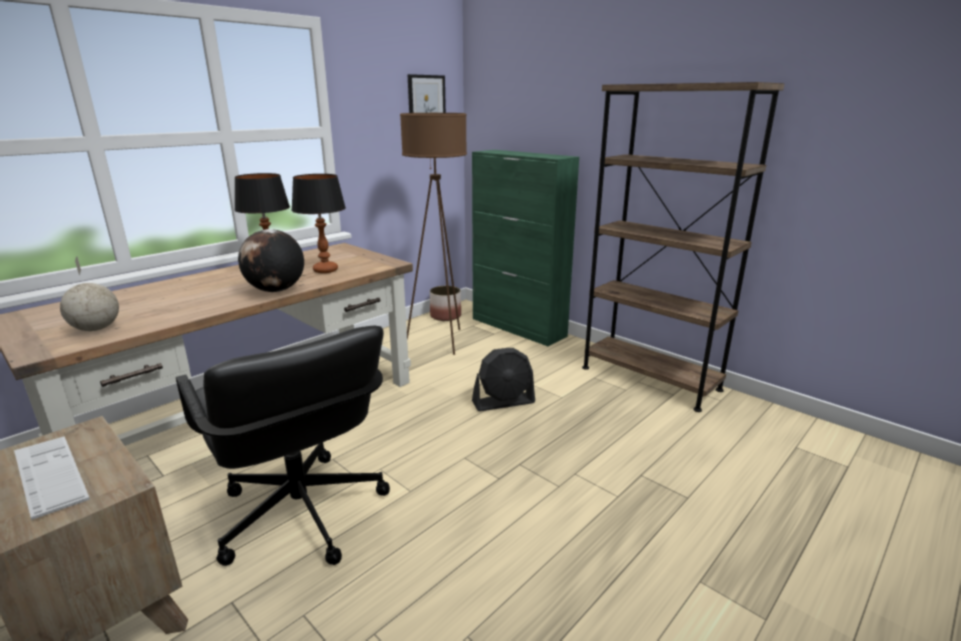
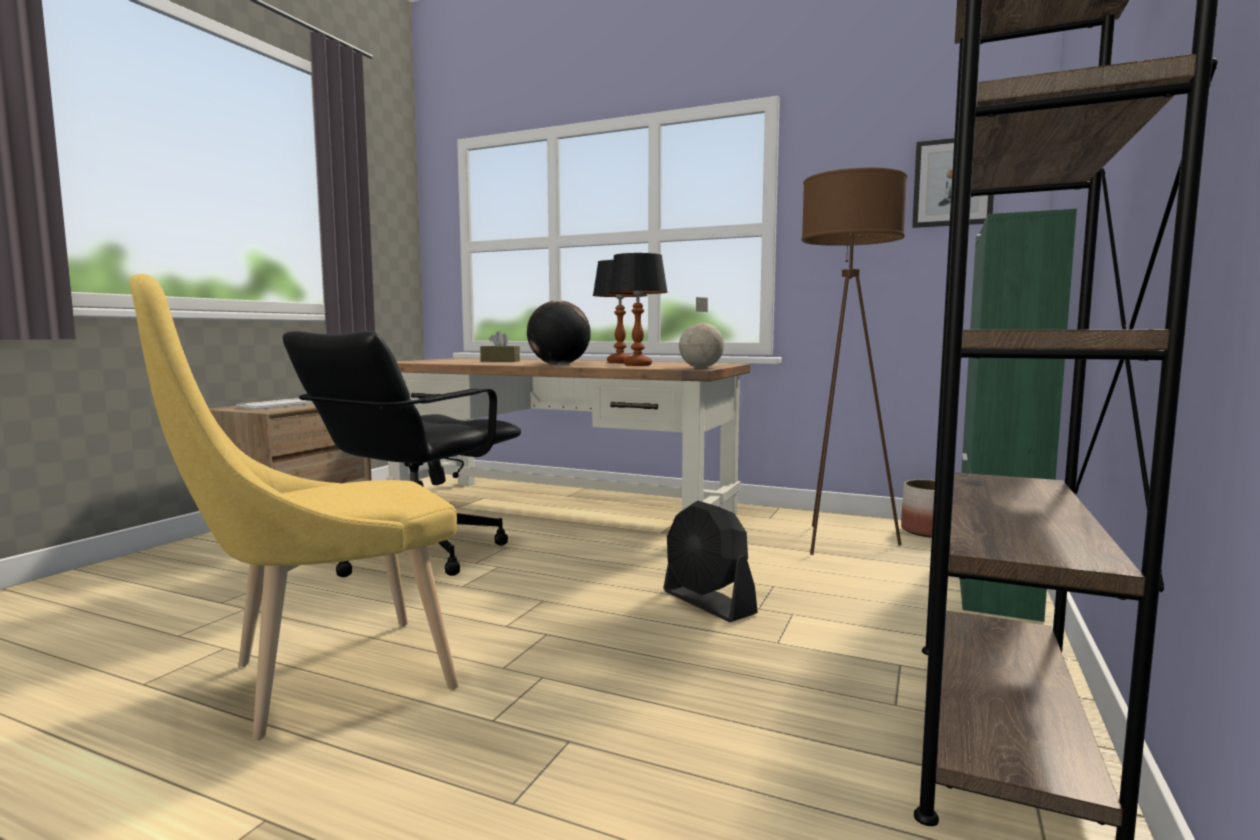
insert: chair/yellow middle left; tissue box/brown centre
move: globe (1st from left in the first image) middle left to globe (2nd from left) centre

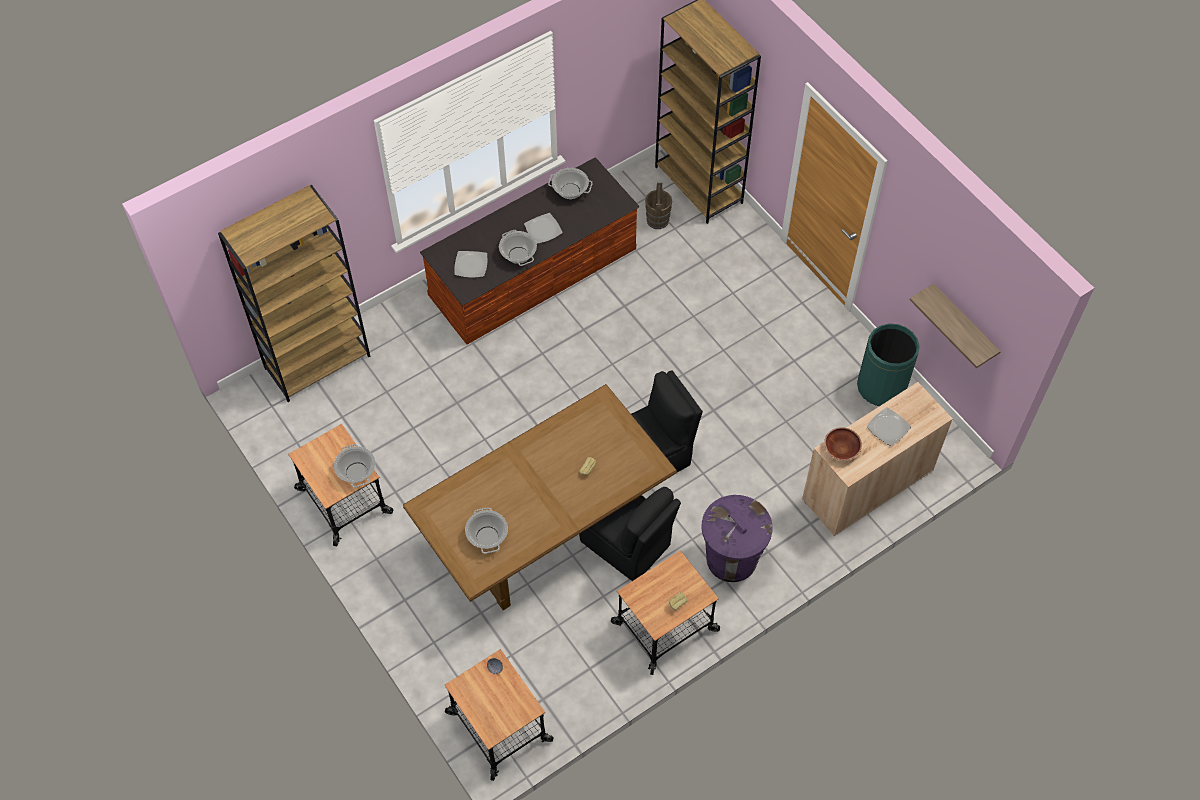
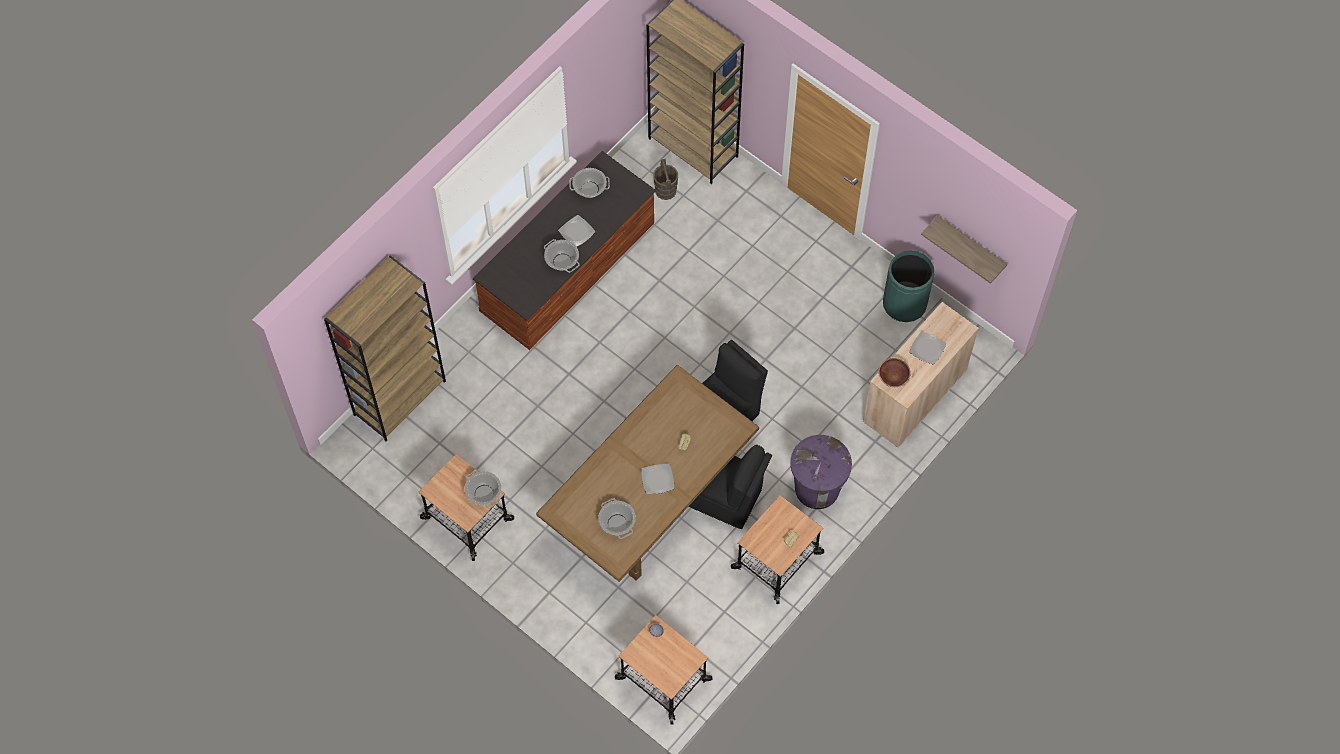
move: plate (1st from left in the first image) top centre to plate (2nd from left) centre

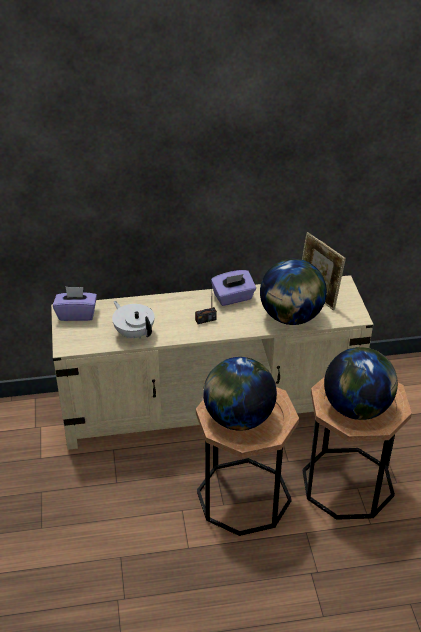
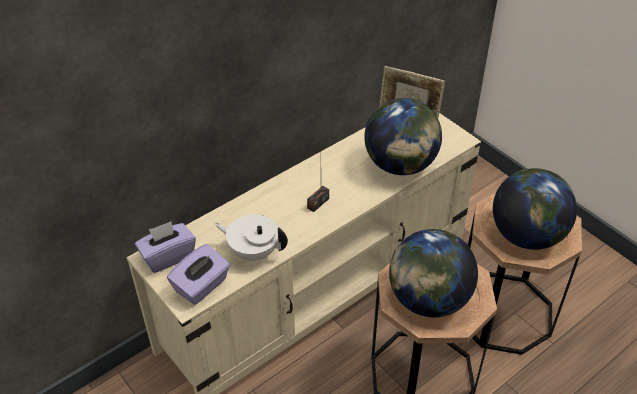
move: tissue box/purple (2nd from left) centre to bottom left

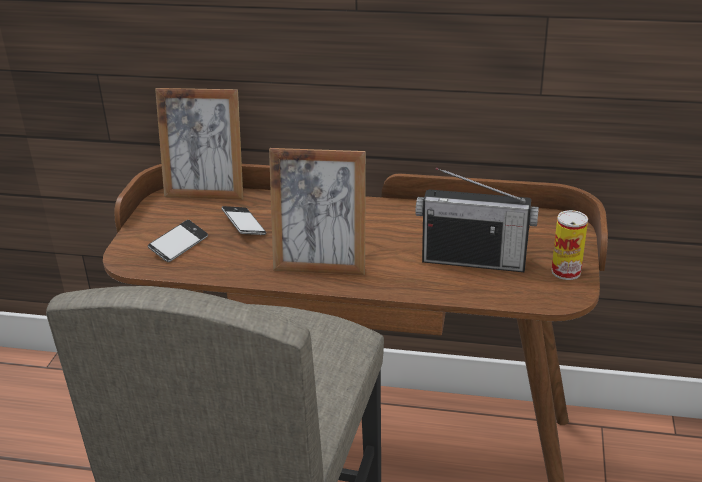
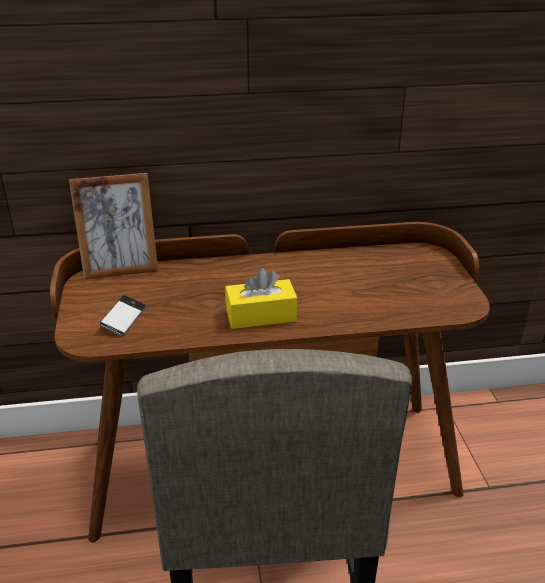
delete: phone (2nd from left) centre; radio middle right; can middle right
replace: picture frame (2nd from left) centre to tissue box/yellow centre

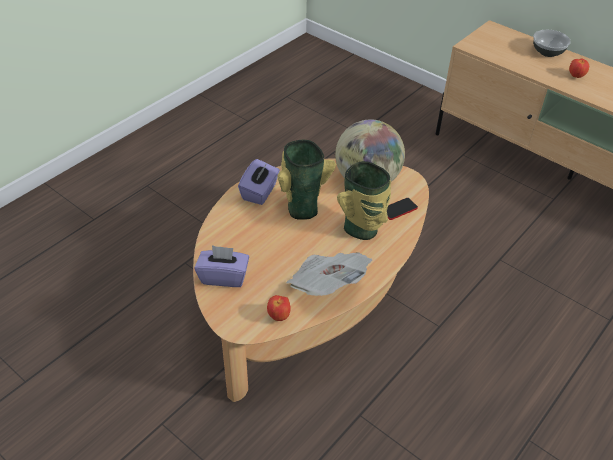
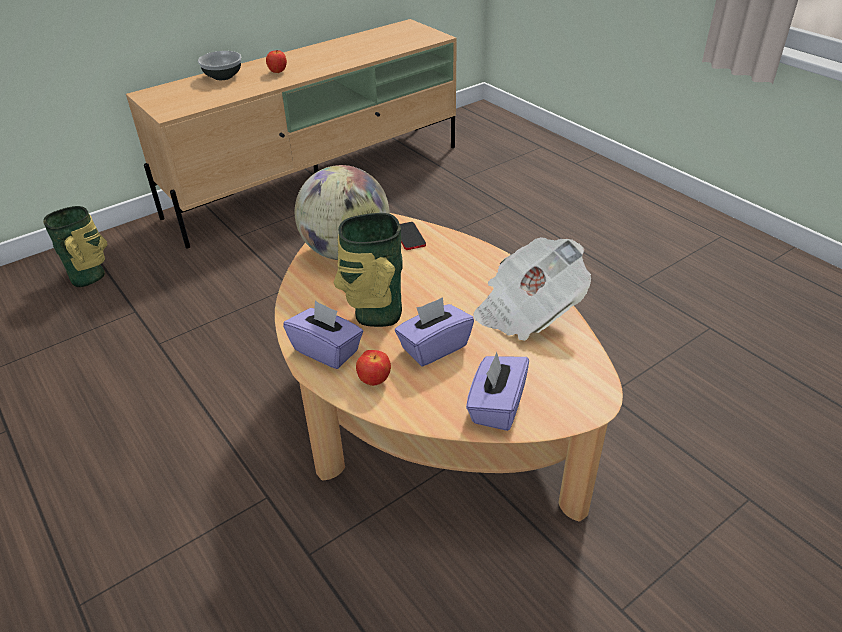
insert: tissue box/purple (2nd from left) centre
move: apple (1st from left in the first image) bottom centre to apple (2nd from left) centre; vase (2nd from left in the first image) centre to vase (1st from left) middle left

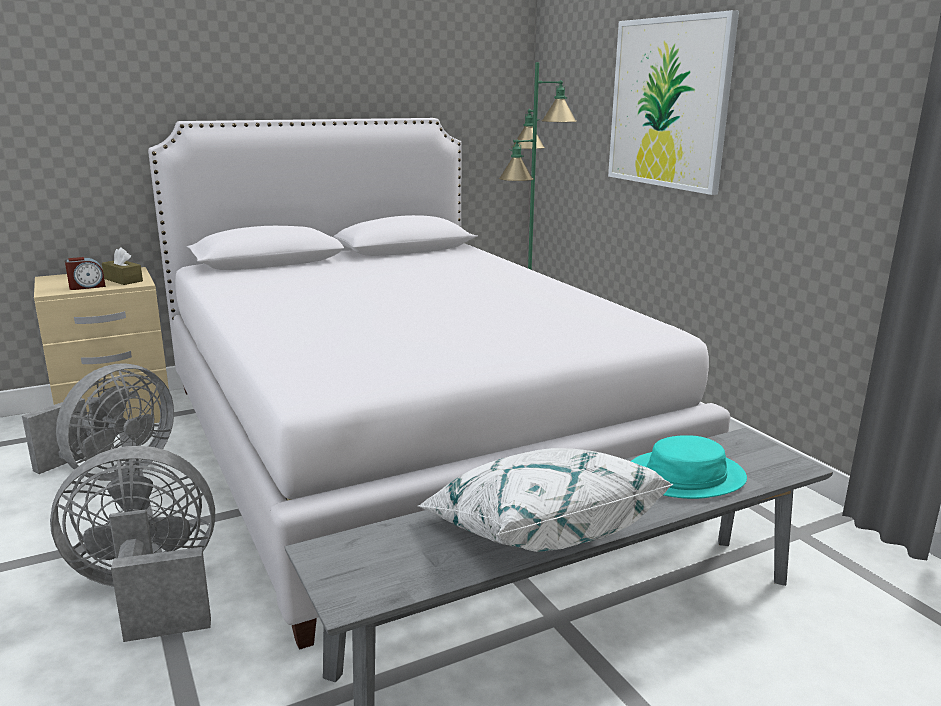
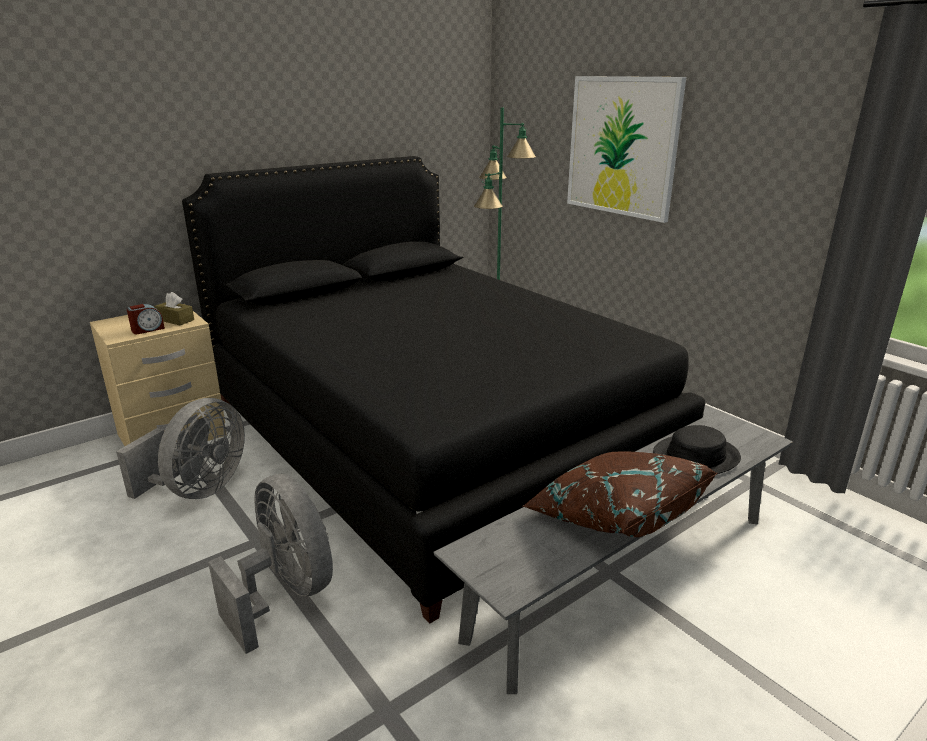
recolor: bed/white centre to bed/black centre; pillow/white bottom centre to pillow/brown bottom right; hat/turquoise middle right to hat/black middle right
rotate: fan/grey (2nd from left) bottom left = bottom left 75 degrees clockwise

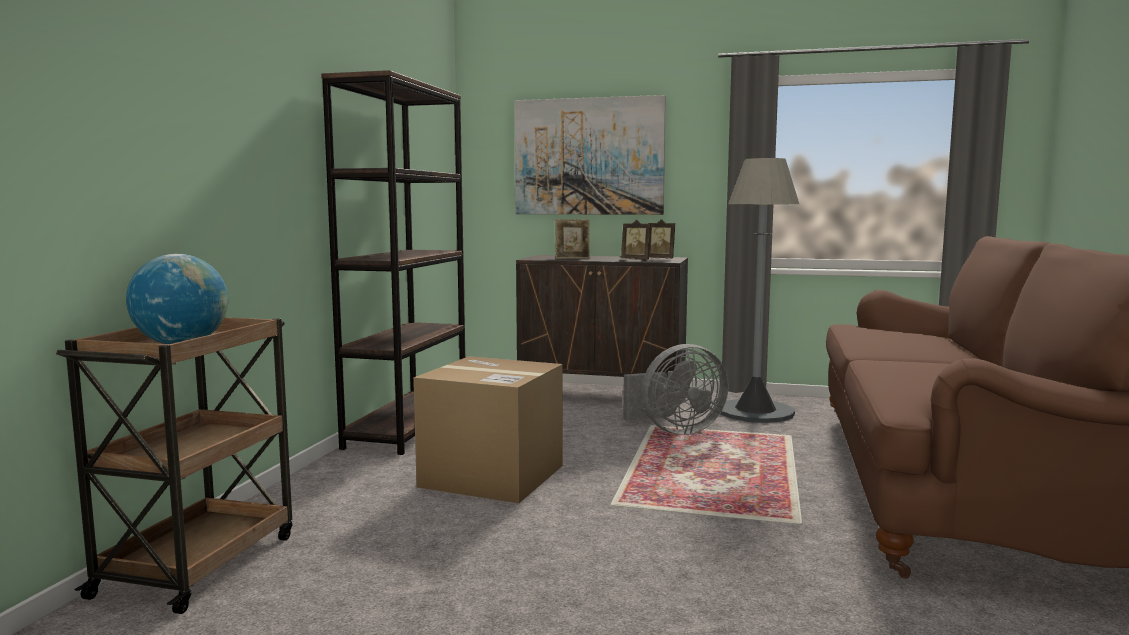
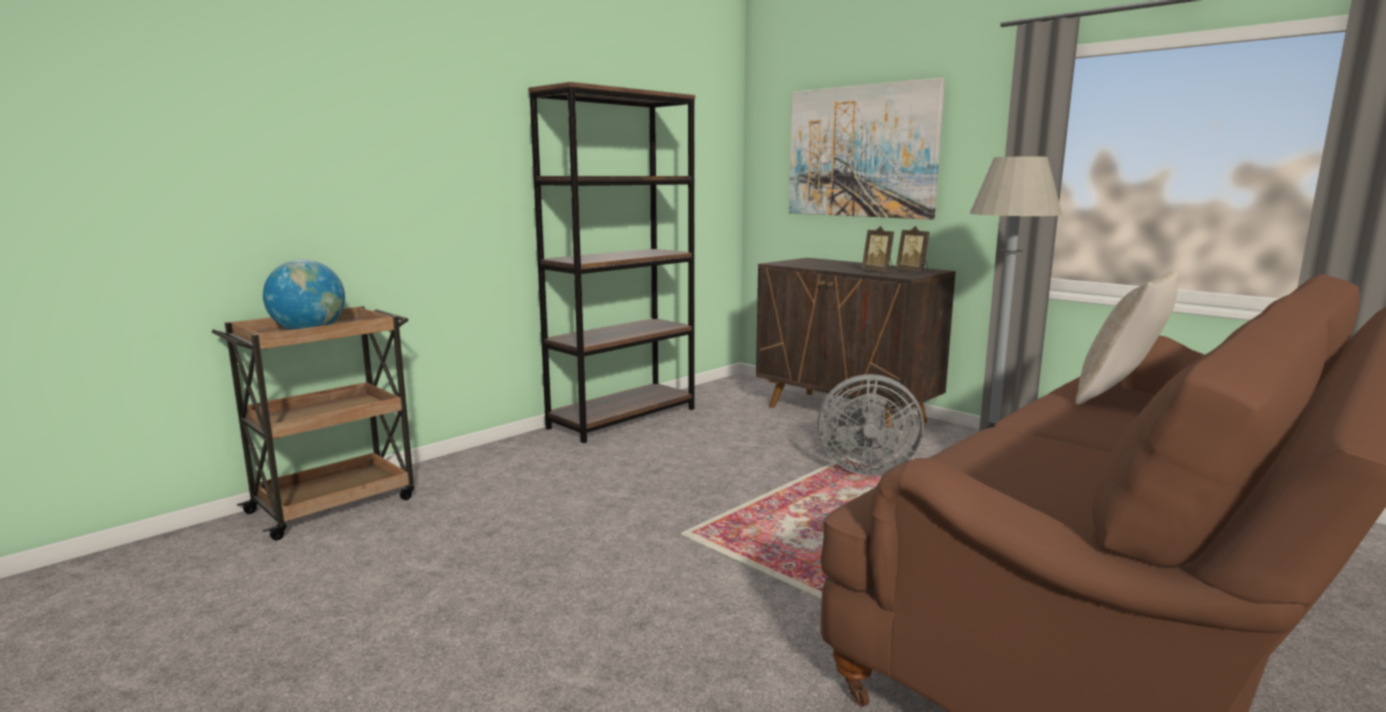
delete: cardboard box bottom centre; picture frame (1st from left) centre
insert: pillow/beige middle right

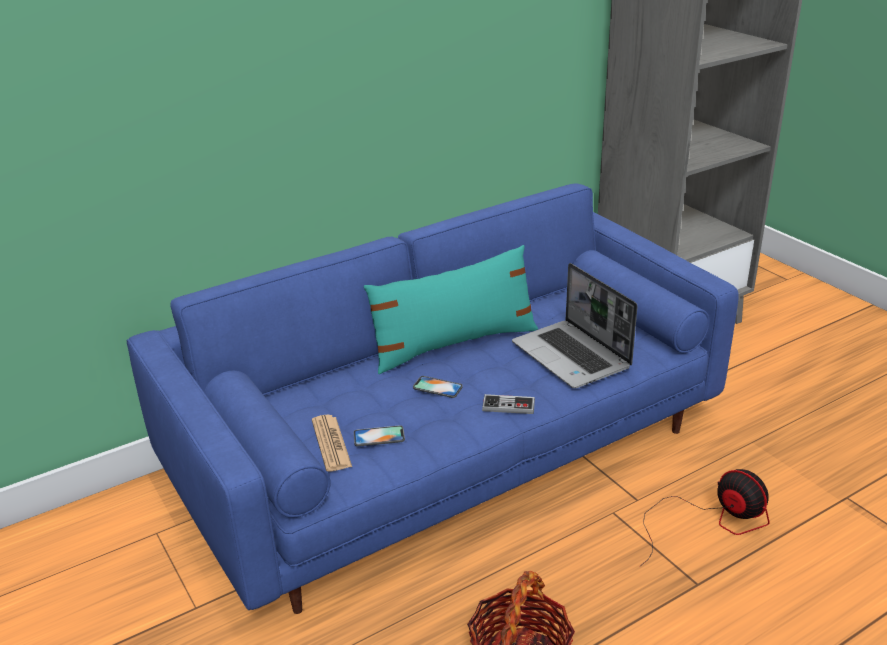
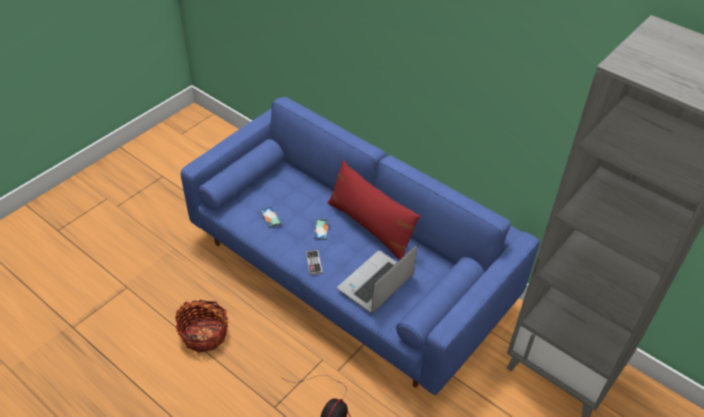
delete: newspaper bottom centre
recolor: pillow/turquoise centre to pillow/red centre

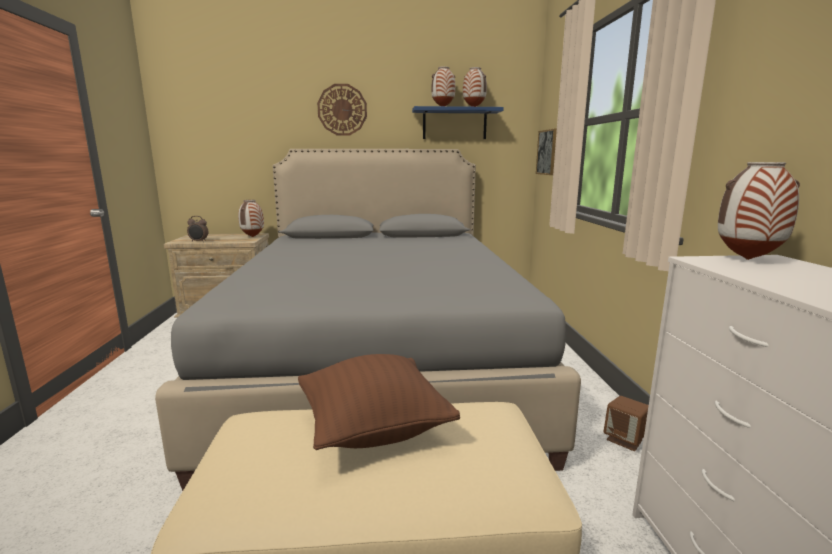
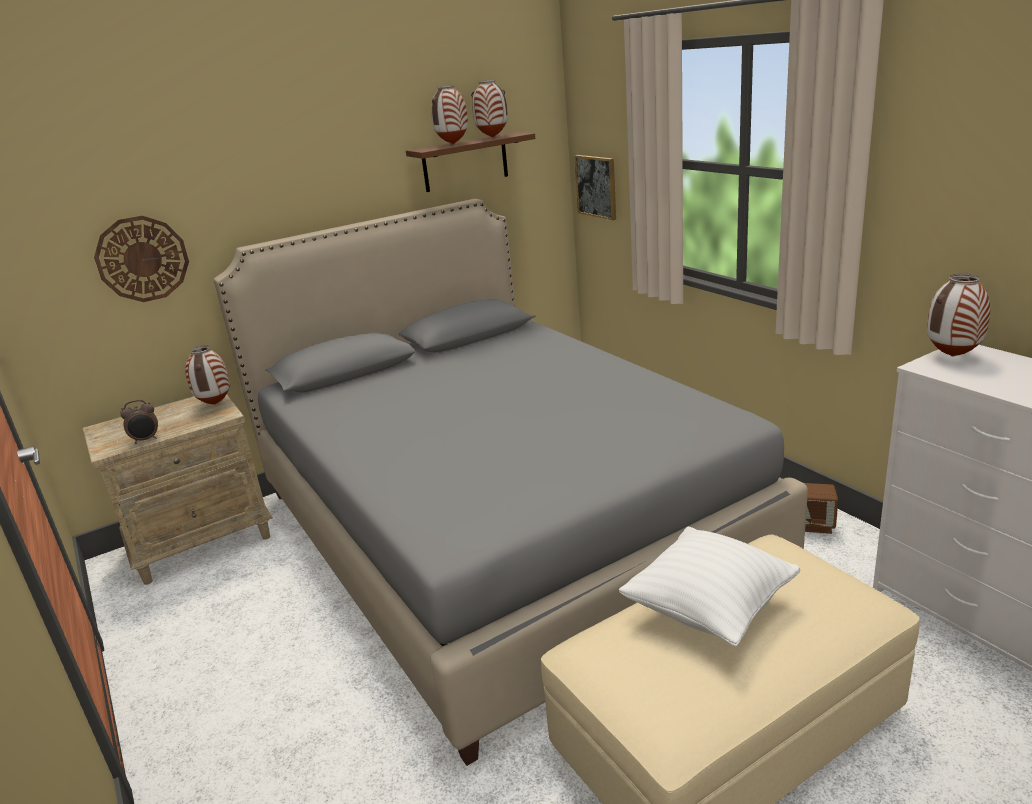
move: wall clock top centre to top left
recolor: pillow/brown bottom centre to pillow/white bottom right; shelf/blue top centre to shelf/brown top centre

